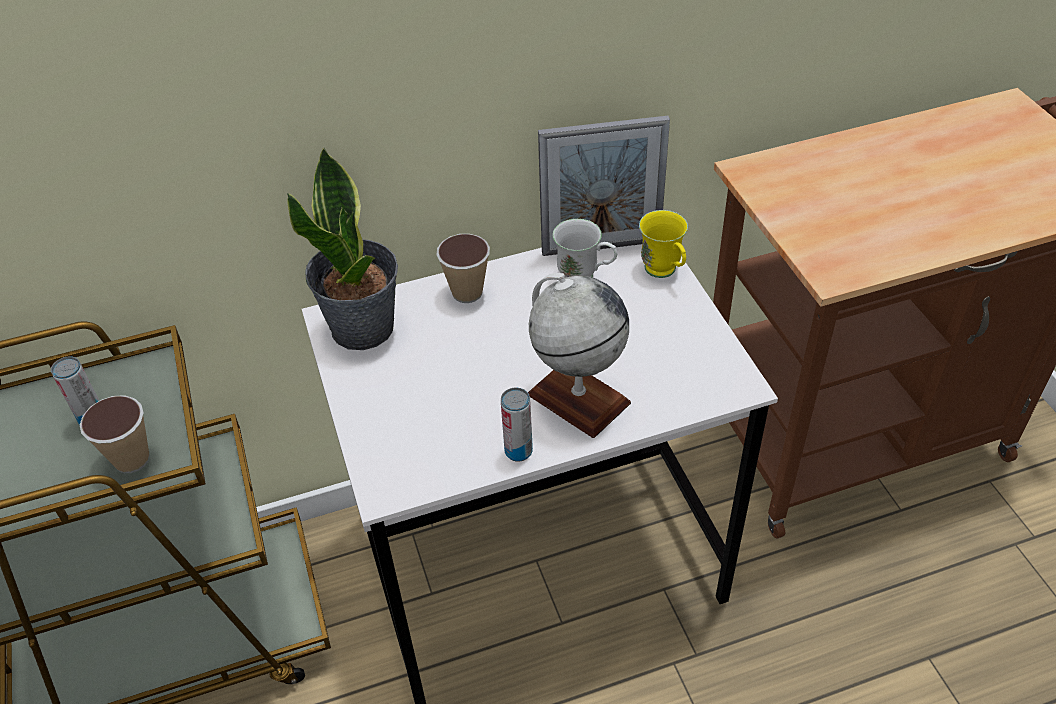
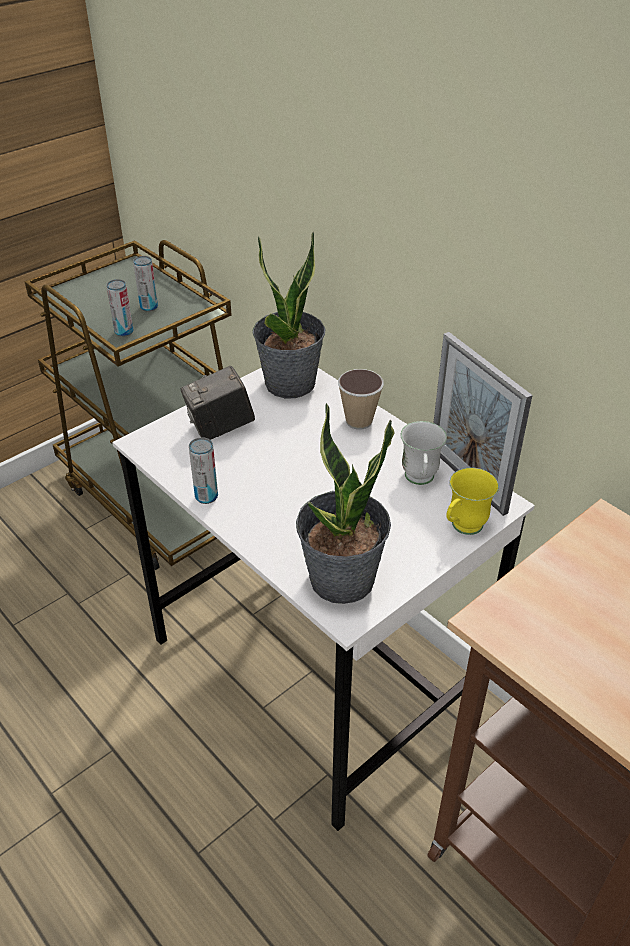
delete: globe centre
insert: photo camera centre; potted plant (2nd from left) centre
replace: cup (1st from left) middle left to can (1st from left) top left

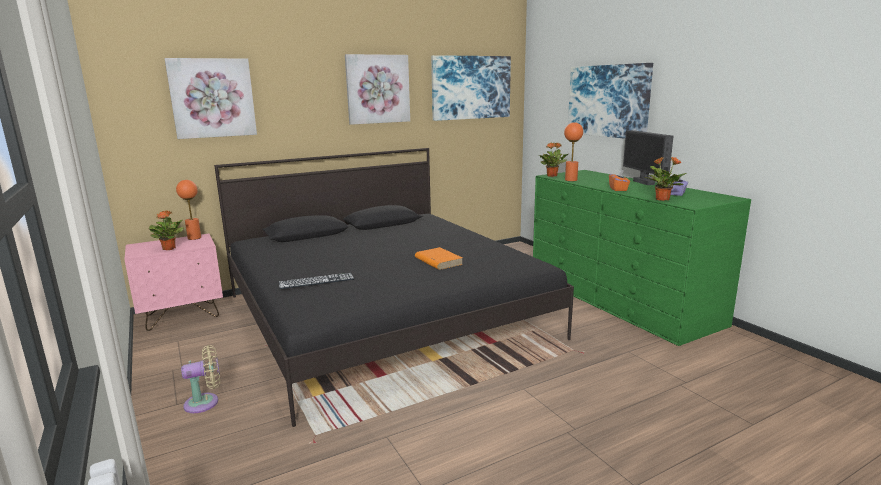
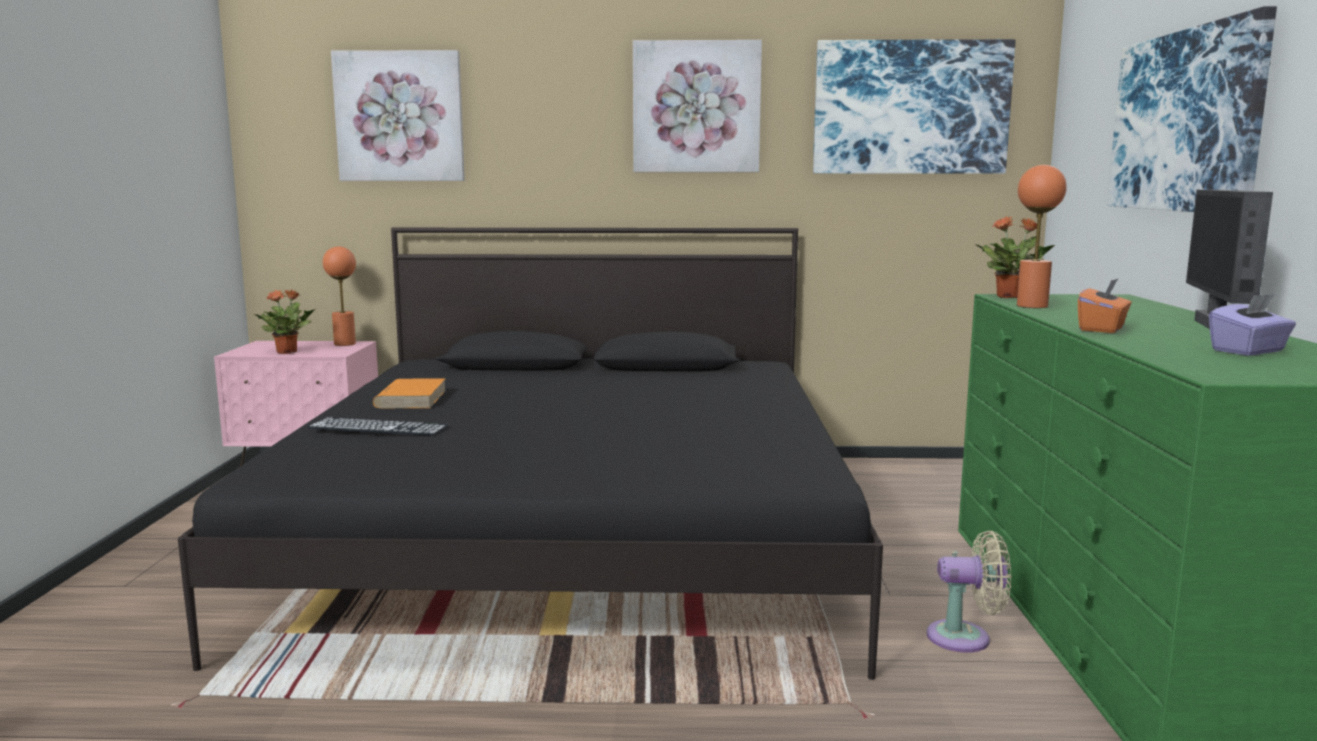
delete: potted plant (3rd from left) middle right
move: fan/beige bottom left to bottom right; book/orange centre to middle left

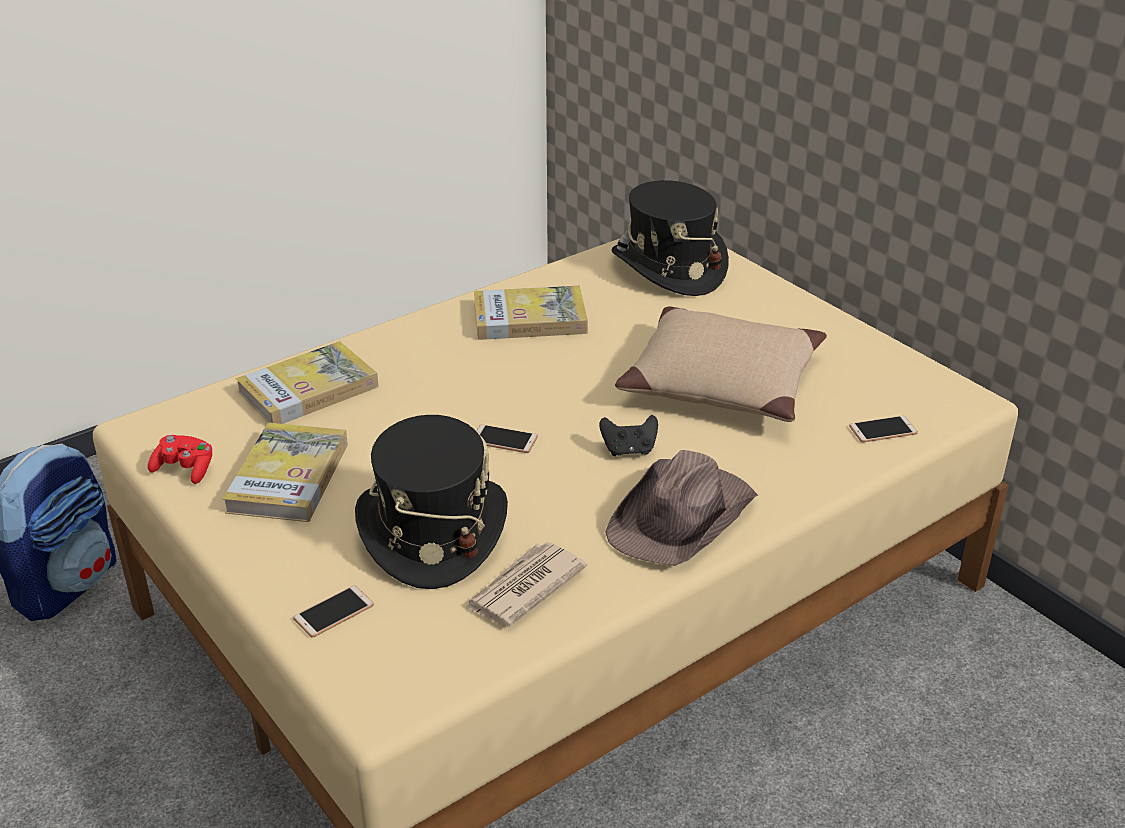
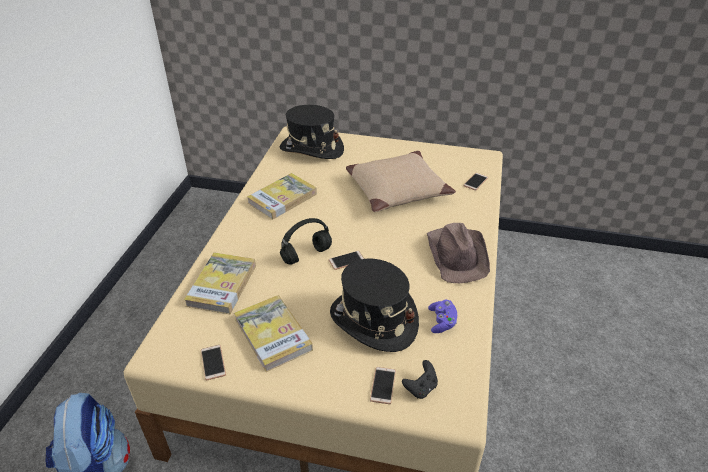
insert: headphones/black centre
move: game controller/black centre to bottom centre
replace: game controller/red middle left to phone (1st from left) bottom left; newspaper bottom centre to game controller/purple bottom centre

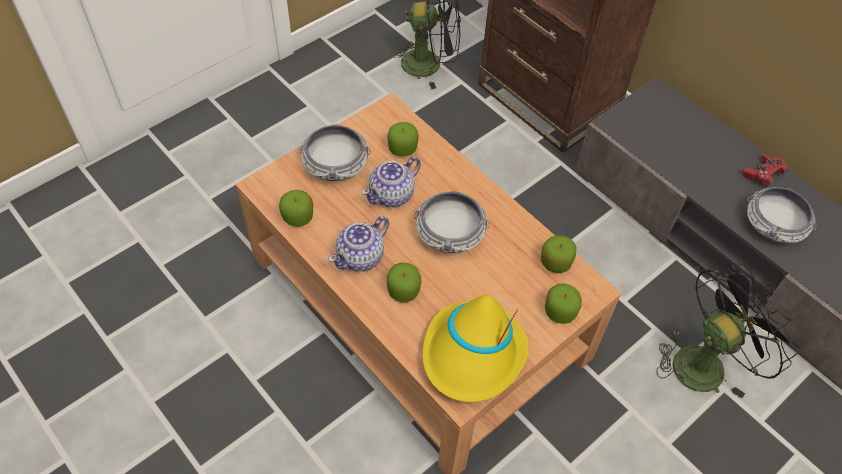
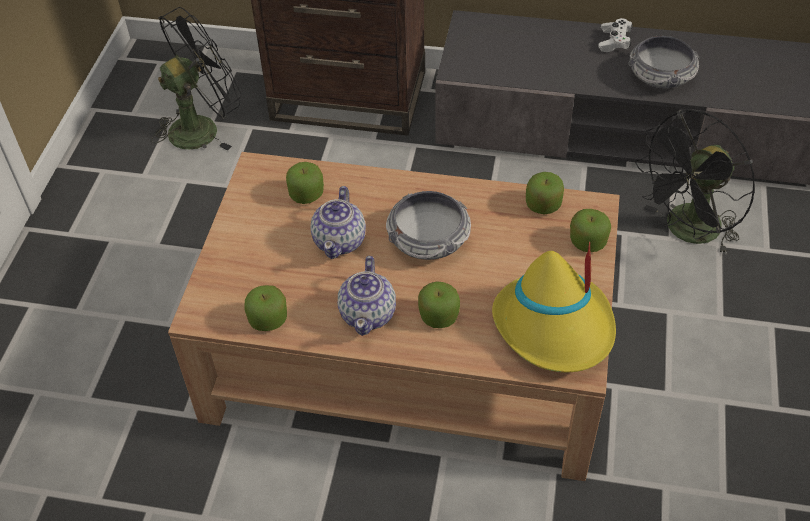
delete: bowl (1st from left) top centre
recolor: game controller/red middle right to game controller/white top right
rotate: fan/black (2nd from left) bottom right = middle right 150 degrees counterclockwise

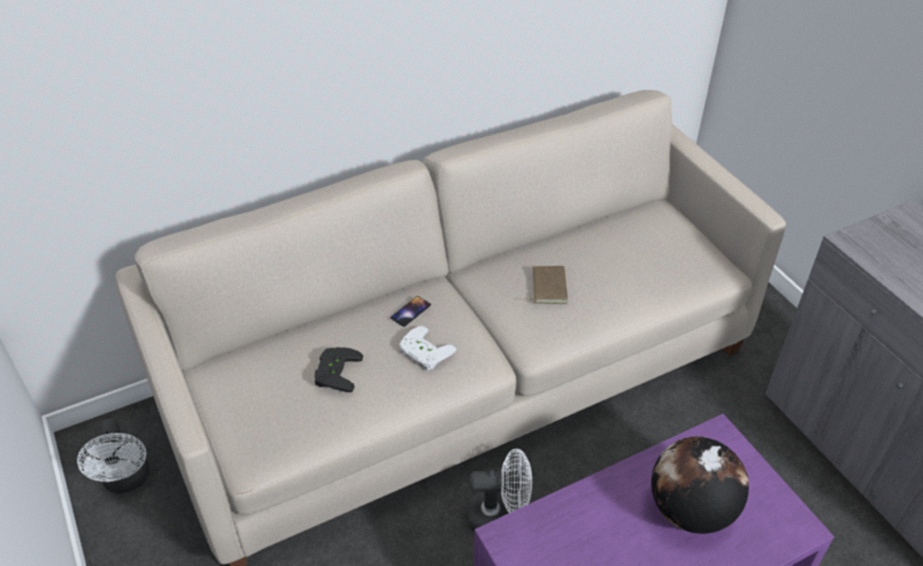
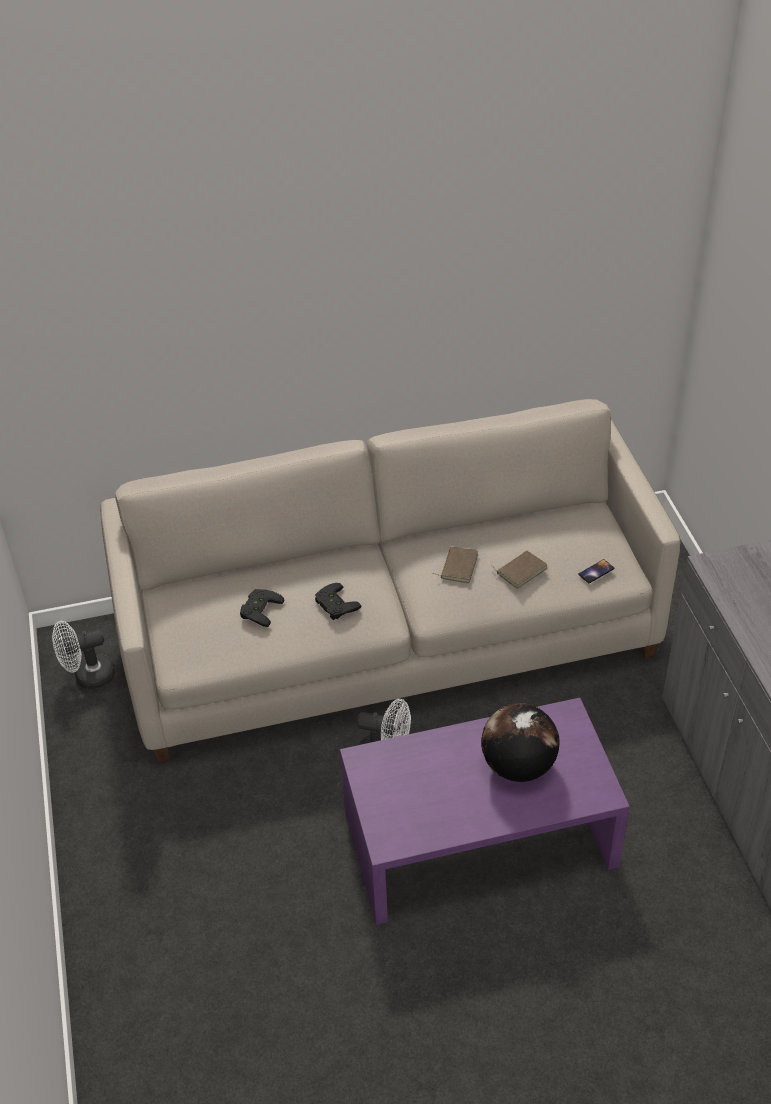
insert: book/brown (2nd from left) middle right
move: phone centre to middle right
recolor: game controller/white centre to game controller/black (2nd from left) centre
rotate: fan/white (1st from left) bottom left = middle left 75 degrees clockwise

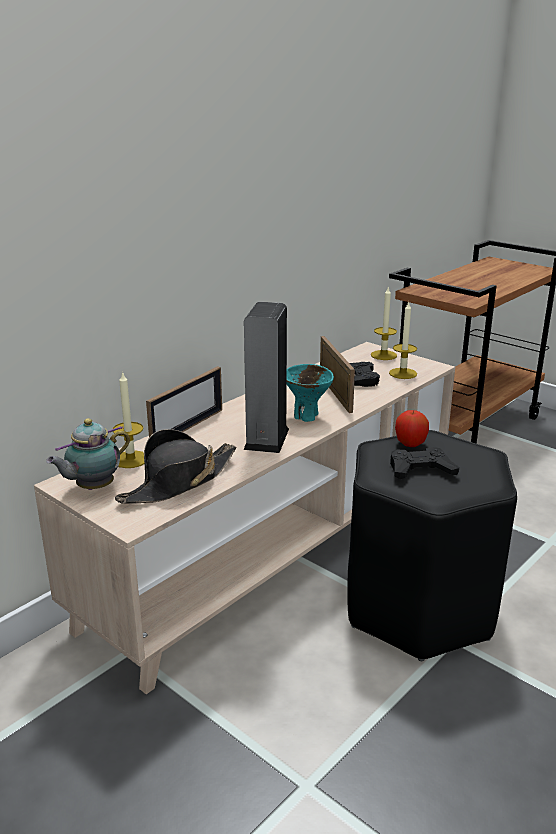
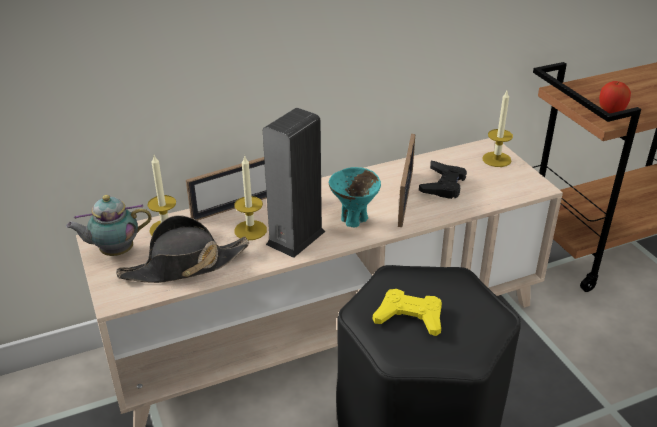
move: candle (3rd from left in the first image) middle right to candle (2nd from left) centre; apple middle right to top right
recolor: game controller/black (2nd from left) middle right to game controller/yellow bottom centre

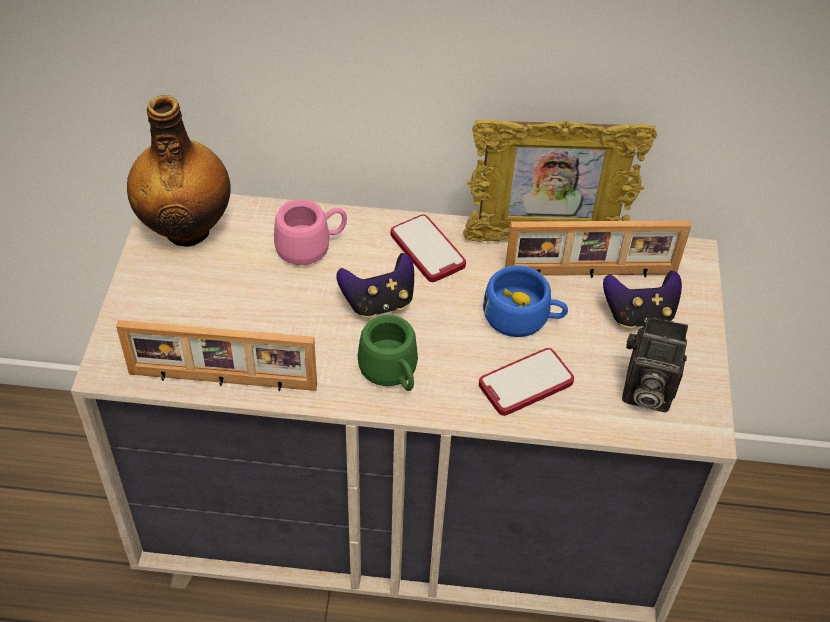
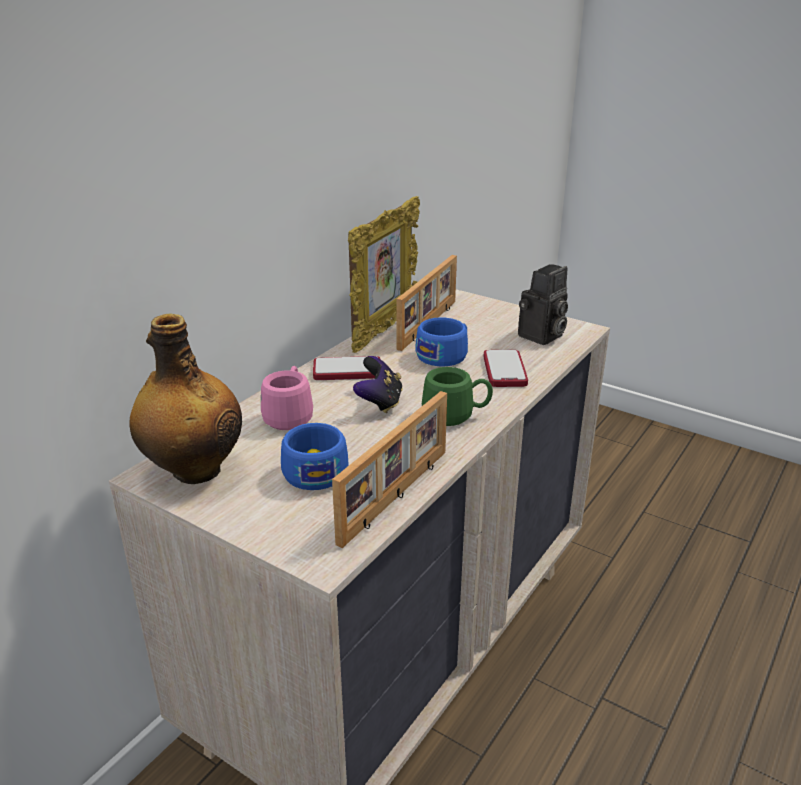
delete: game controller (2nd from left) middle right
insert: cup/blue (1st from left) centre

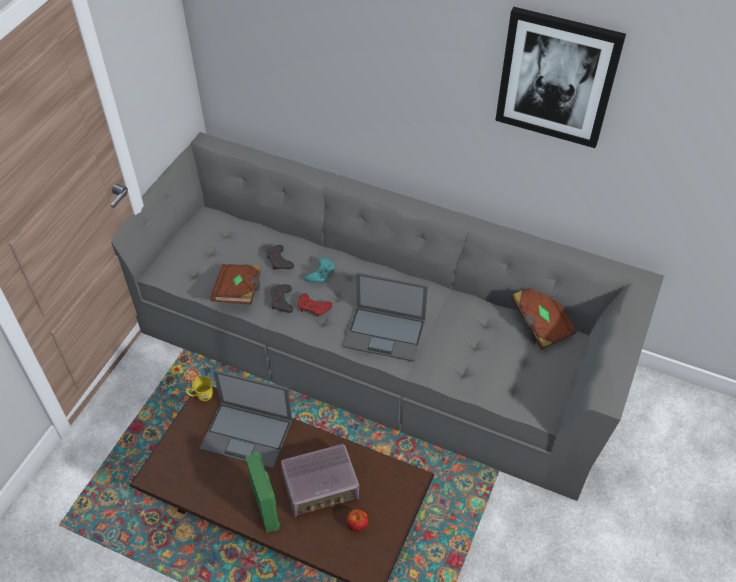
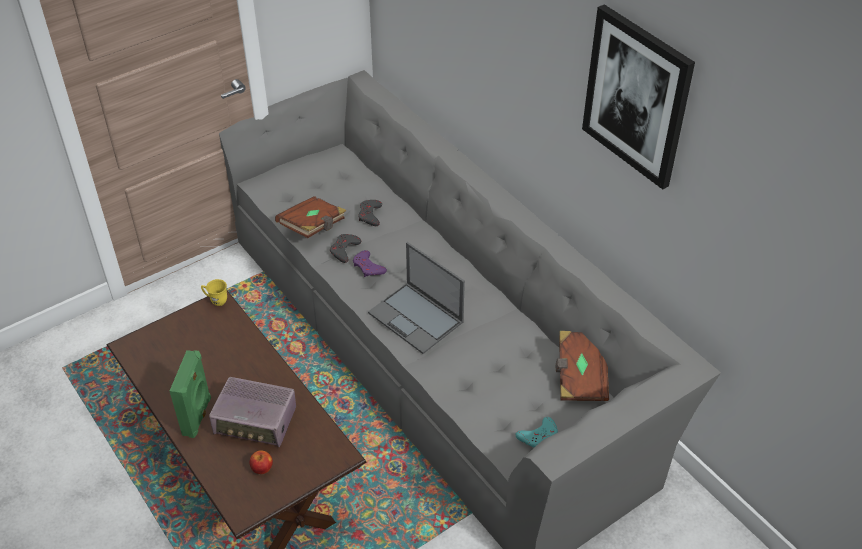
delete: laptop (1st from left) bottom centre
move: game controller/turquoise centre to bottom centre
recolor: game controller/red centre to game controller/purple centre

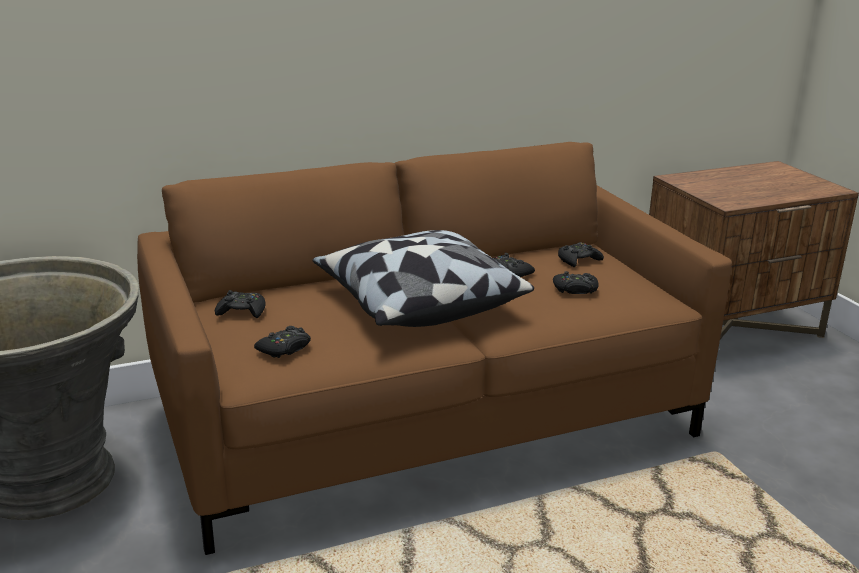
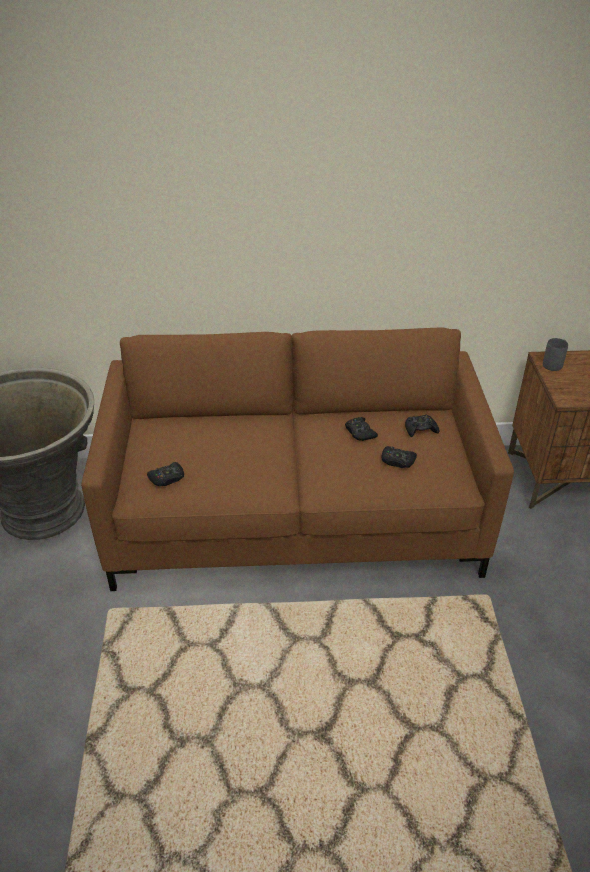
delete: game controller/black (1st from left) middle left; pillow centre
insert: mug/grey middle right

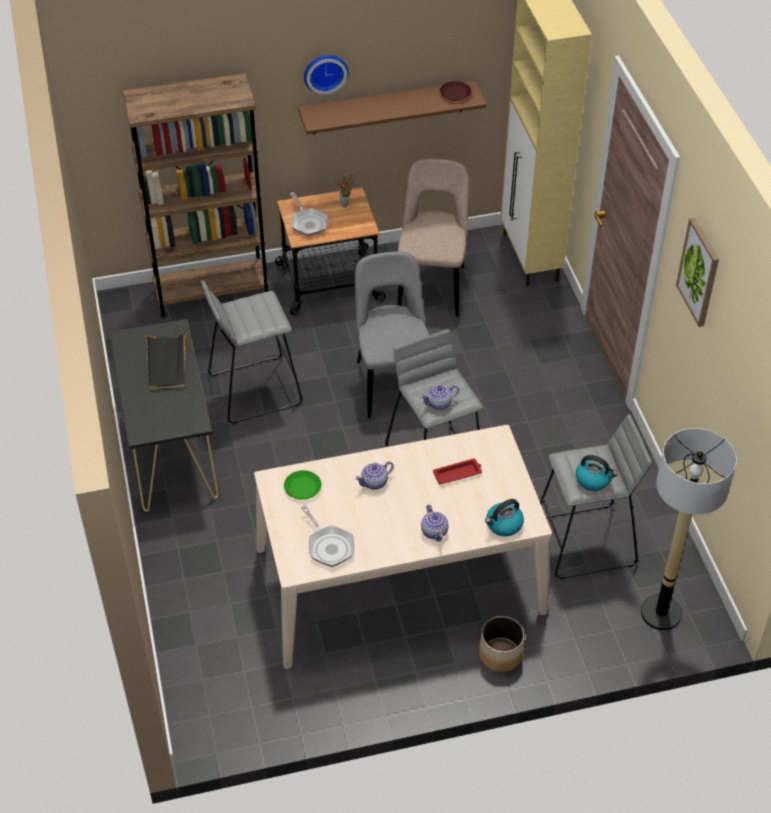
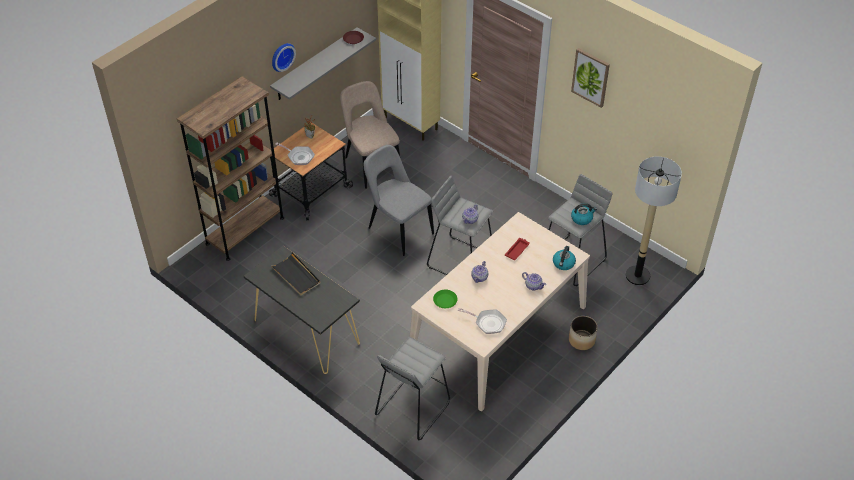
move: stool/grey (1st from left) middle left to bottom centre
recolor: shelf/brown top centre to shelf/grey top centre

